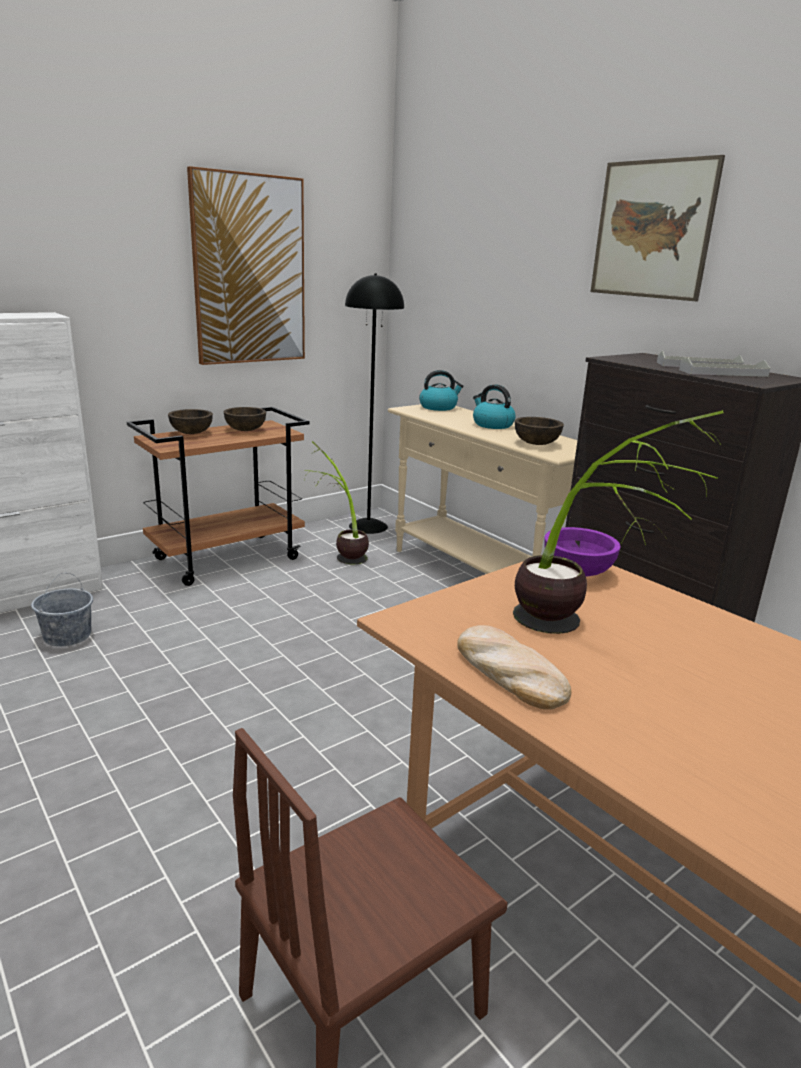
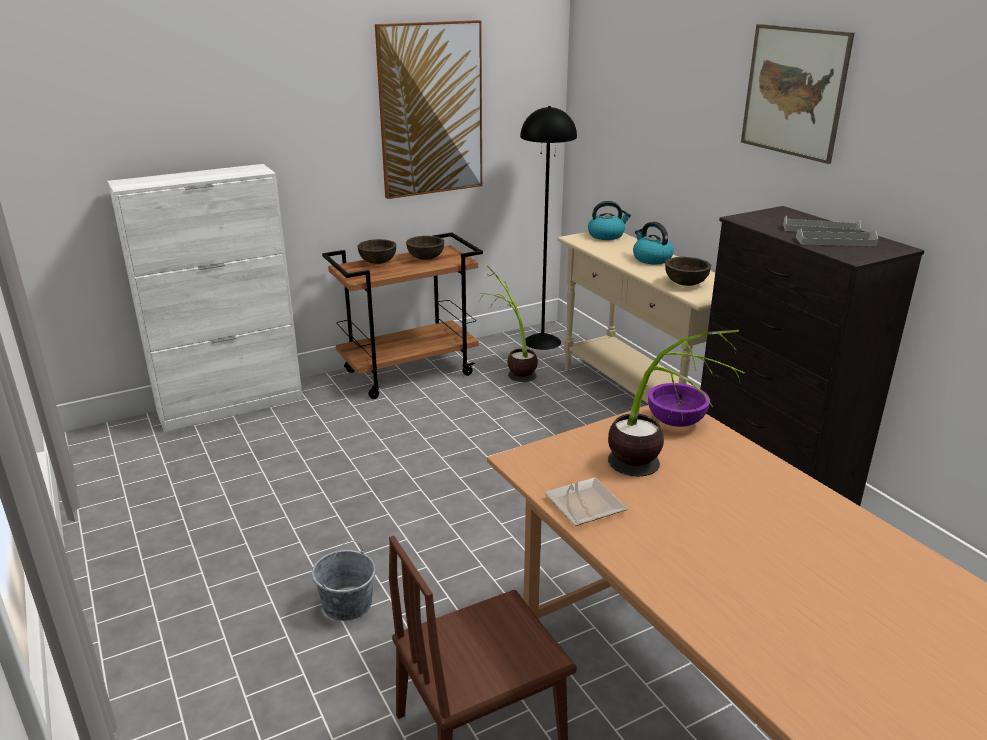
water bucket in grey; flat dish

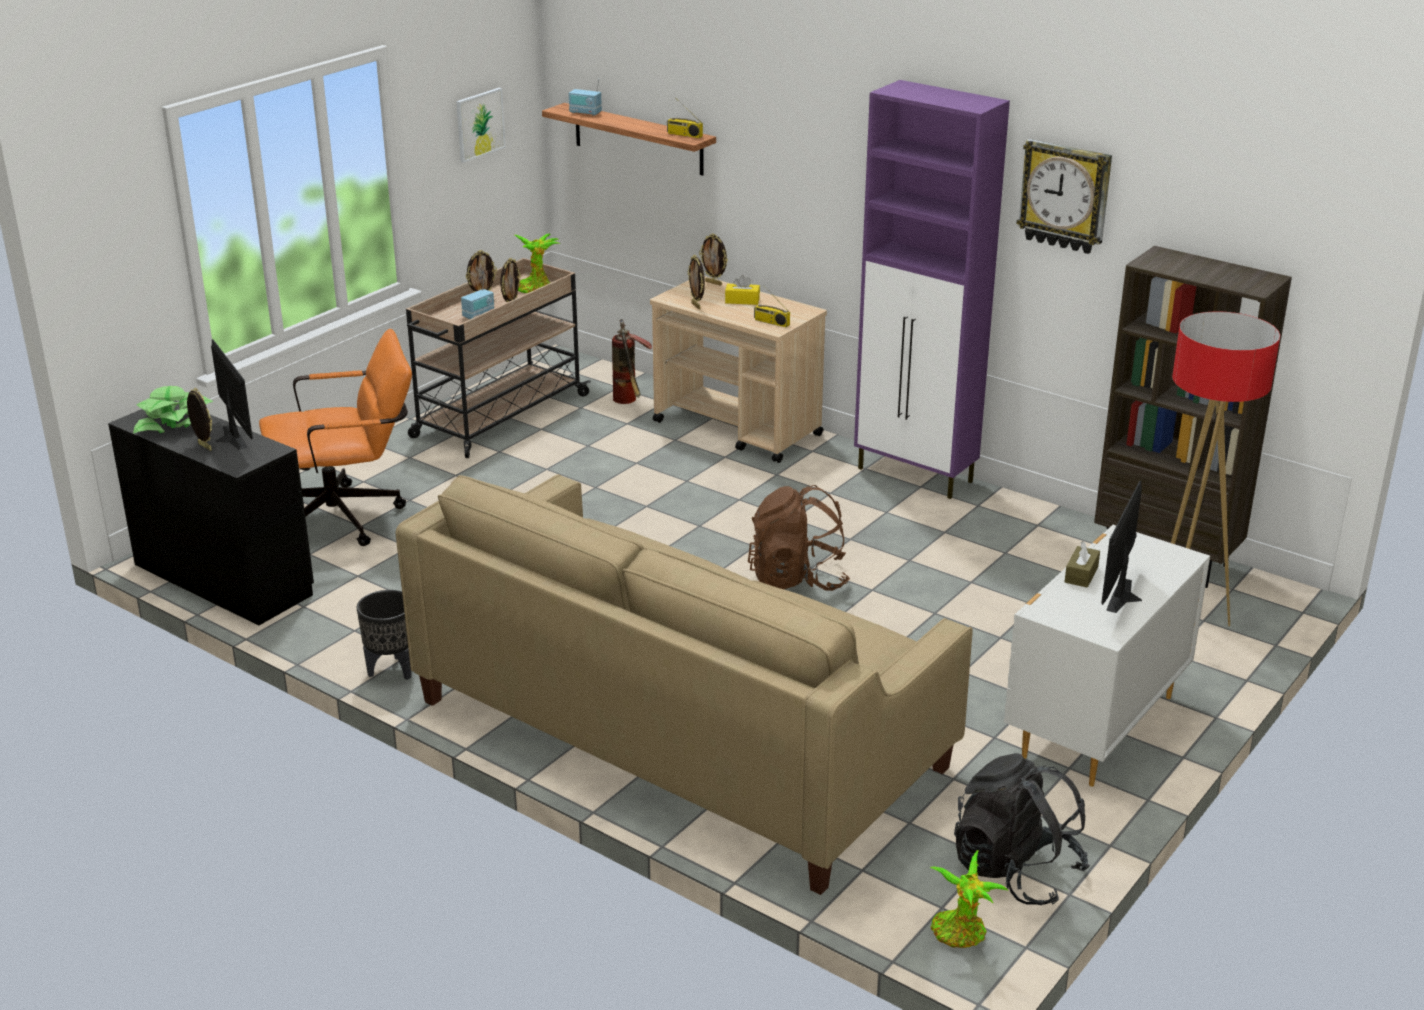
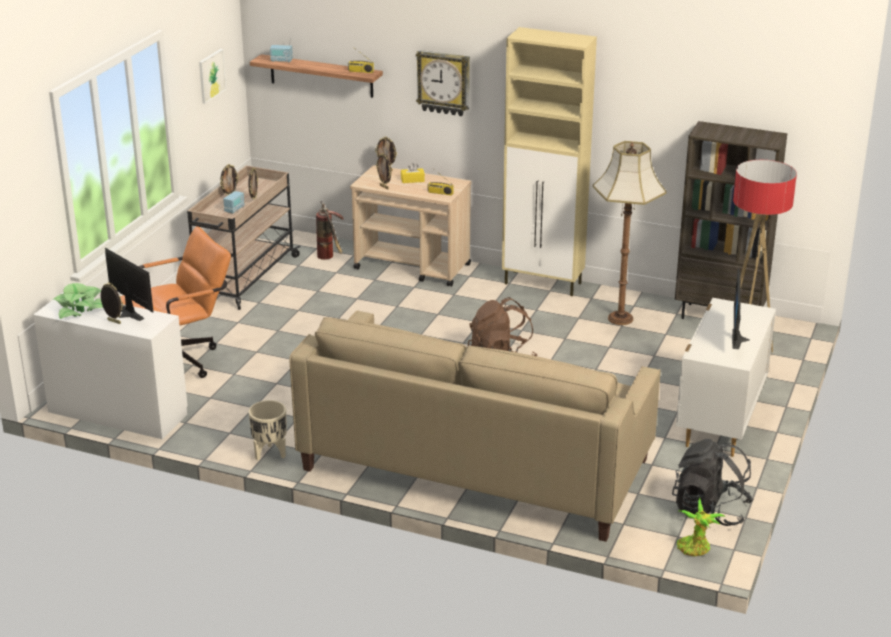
cupboard in beige; hanging clock; potted plant (no. 2 from left in the first image); desk in whitish; tissue box in brownish; planter in beige; standing lamp (no. 1 from left)

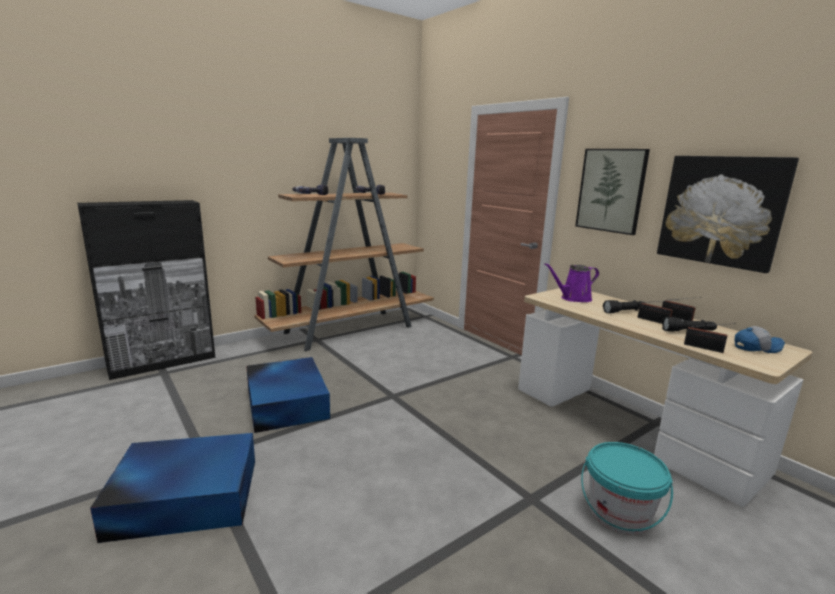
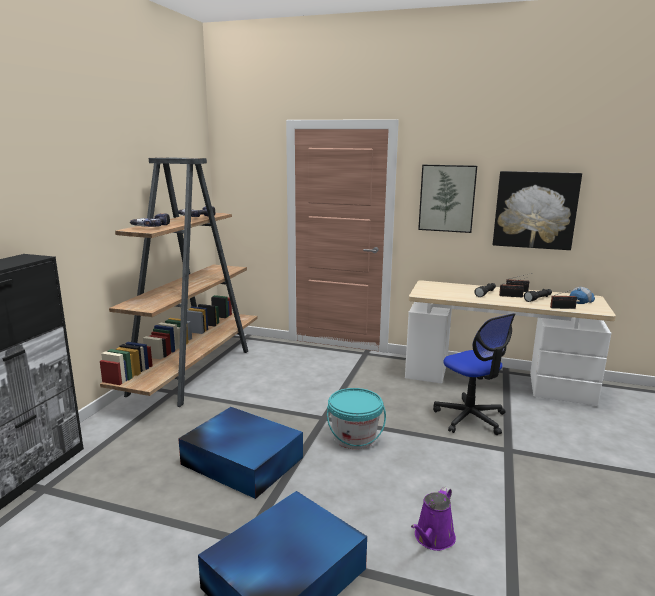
watering can in purple; water bucket in turquoise-coloured; office chair

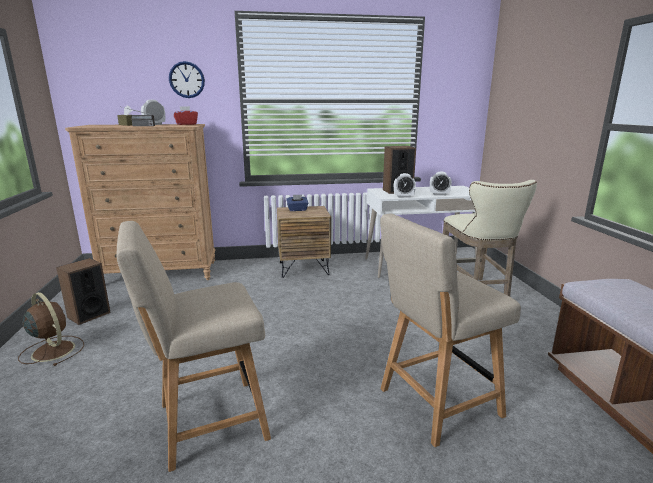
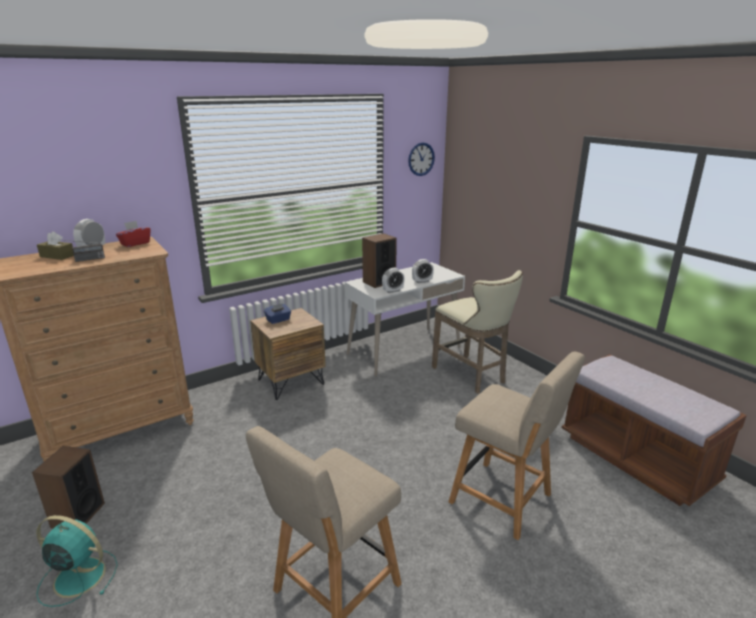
hanging clock; chair in beige (no. 2 from left); cooling fan in turquoise-coloured

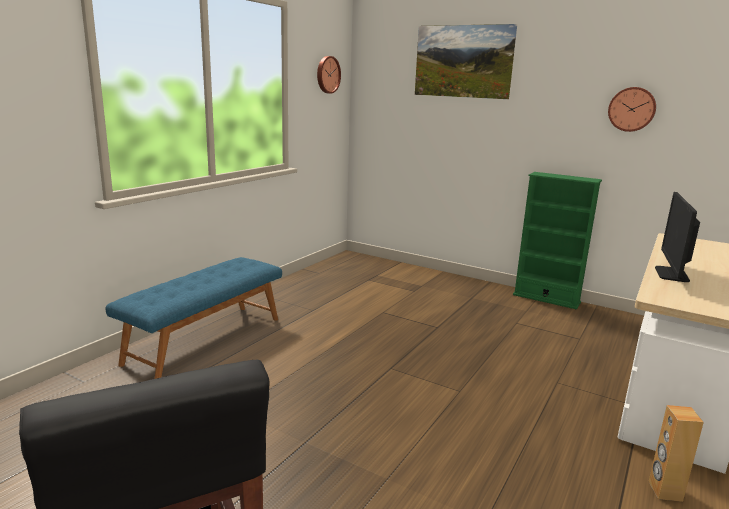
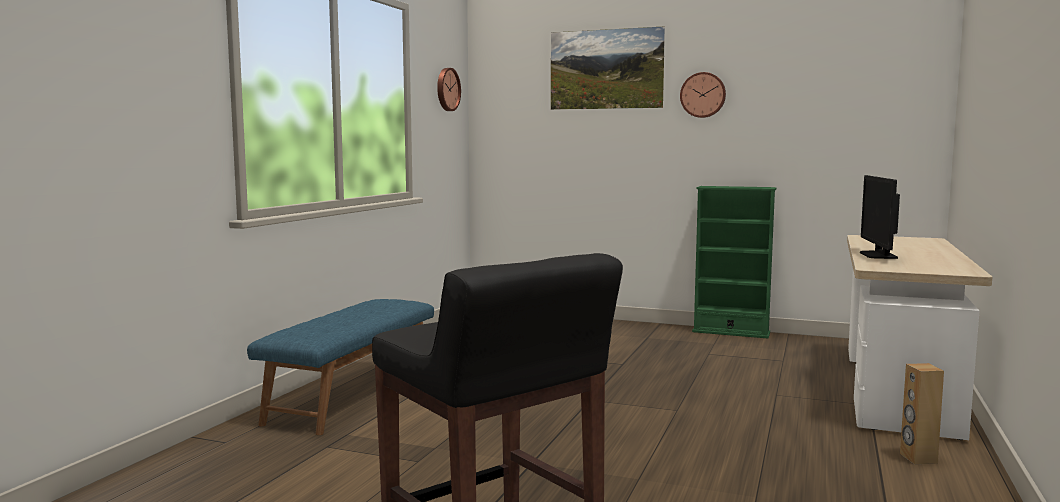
hanging clock (no. 2 from left)

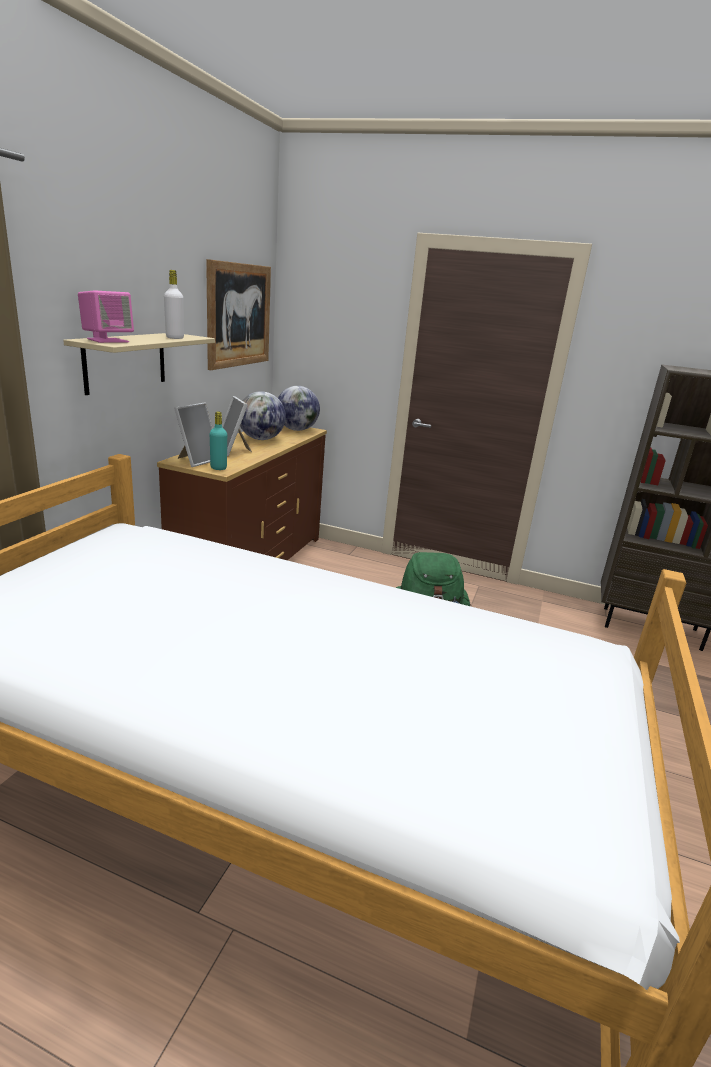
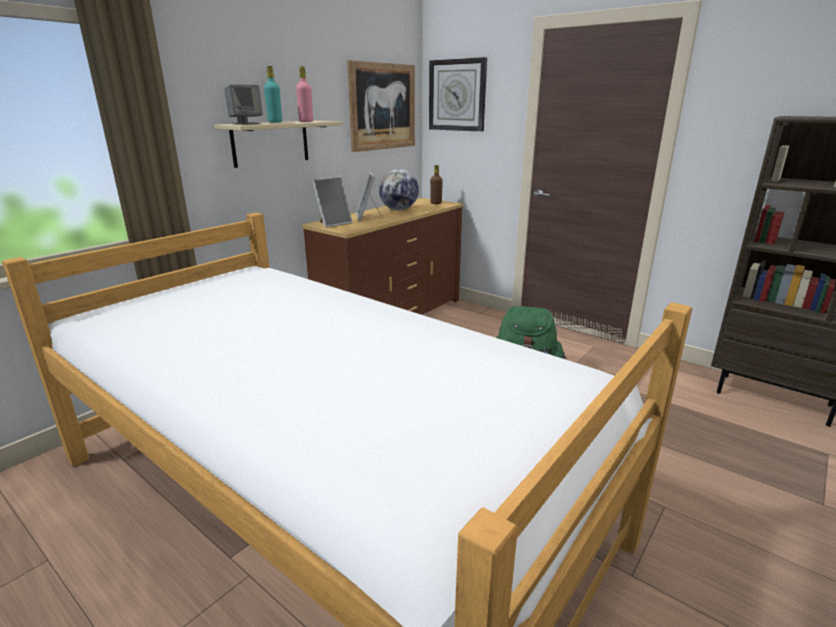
beverage bottle in pink; loudspeaker in grey; beverage bottle in brownish; beverage bottle in turquoise-coloured; hanging clock

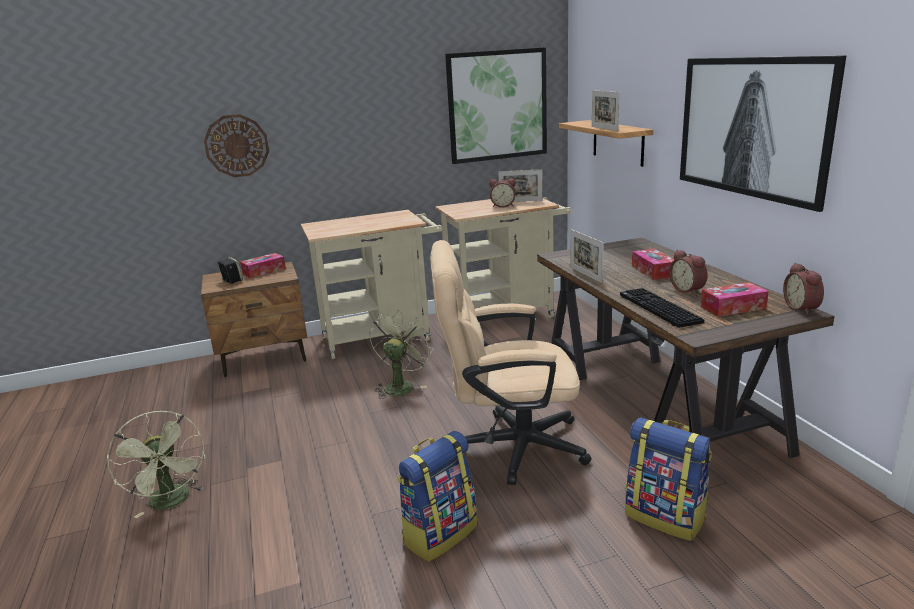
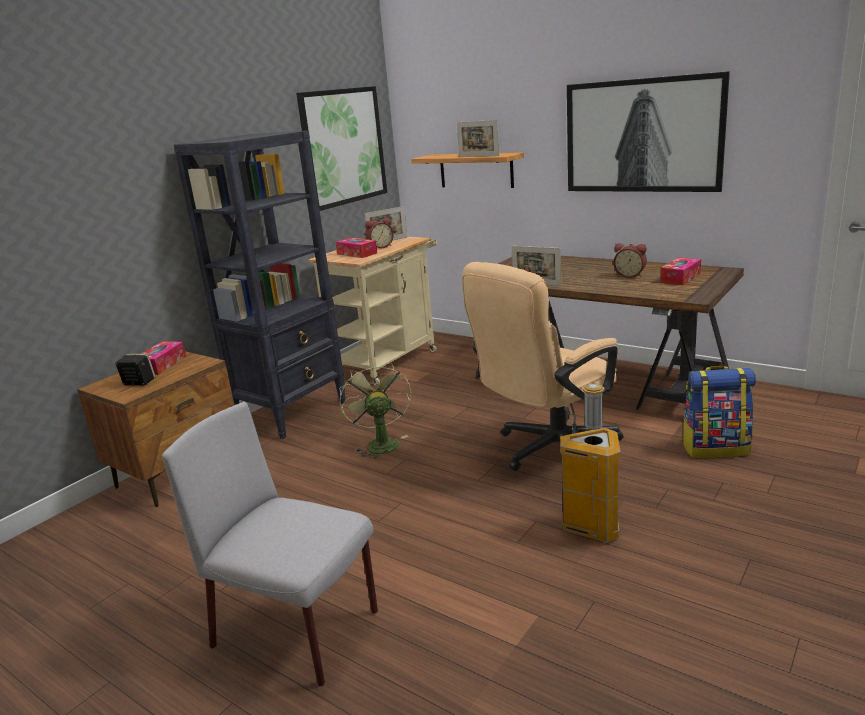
hanging clock; bookshelf in blackish; tissue box (no. 2 from left); alarm clock (no. 3 from left in the first image); PC keyboard; chair in grey; rubbish bin

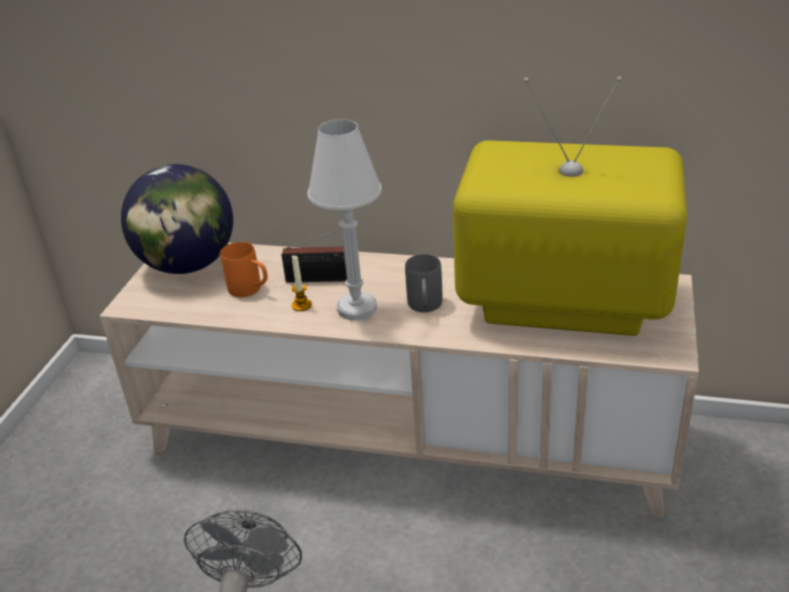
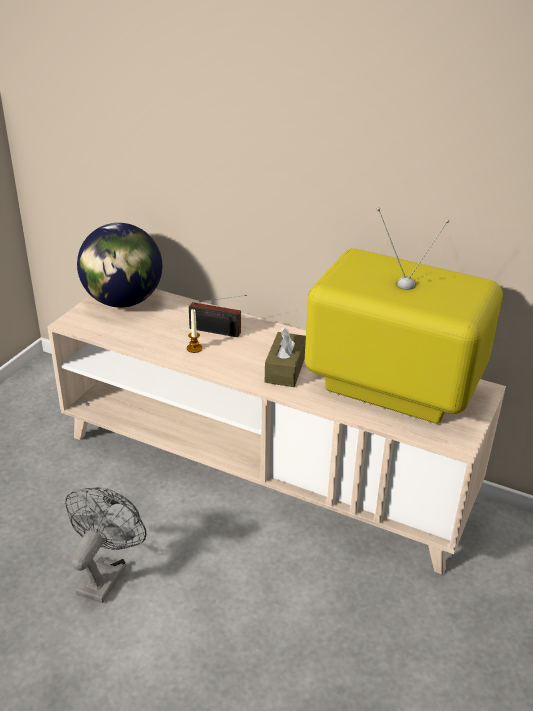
tabletop lamp in whitish; tea mug in orangey; tissue box in brownish

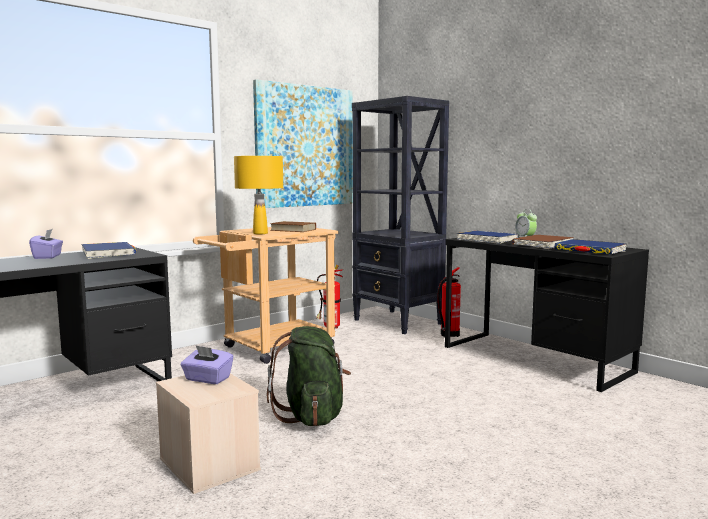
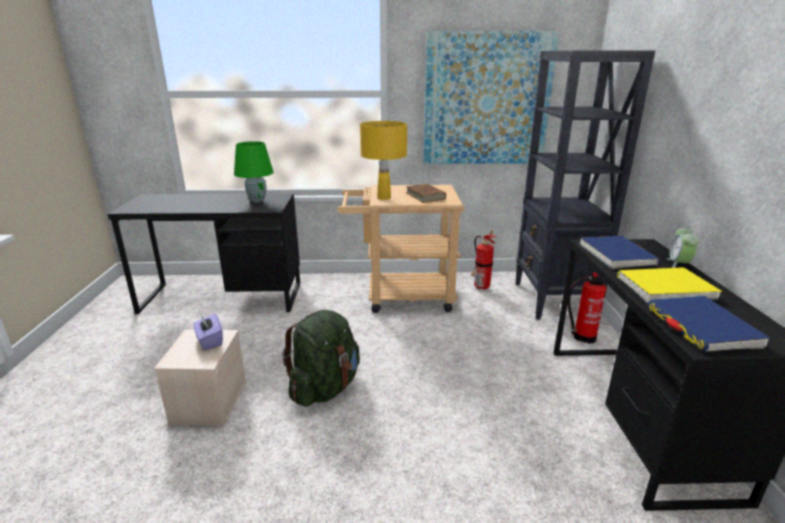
tissue box in purple (no. 1 from left in the first image); bound book in yellow; tabletop lamp in green-coloured

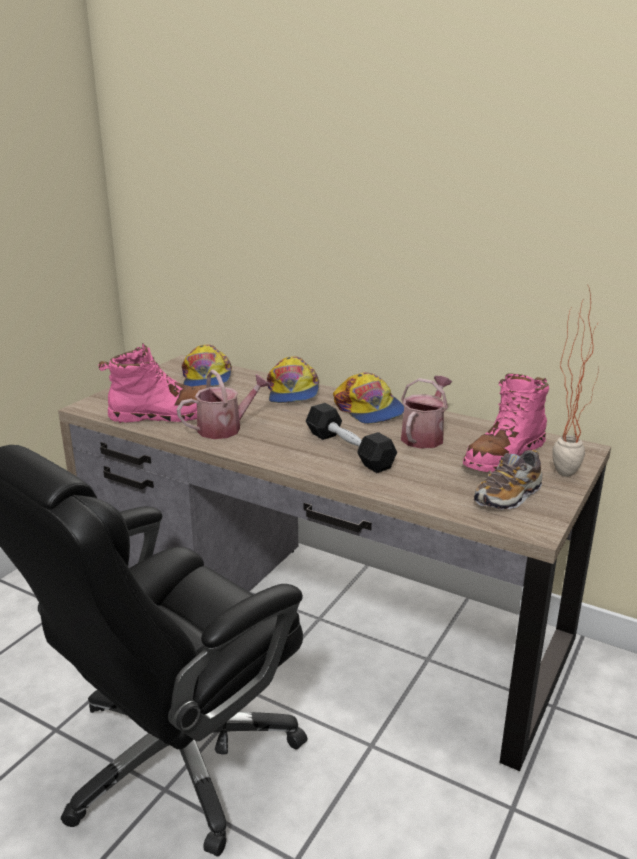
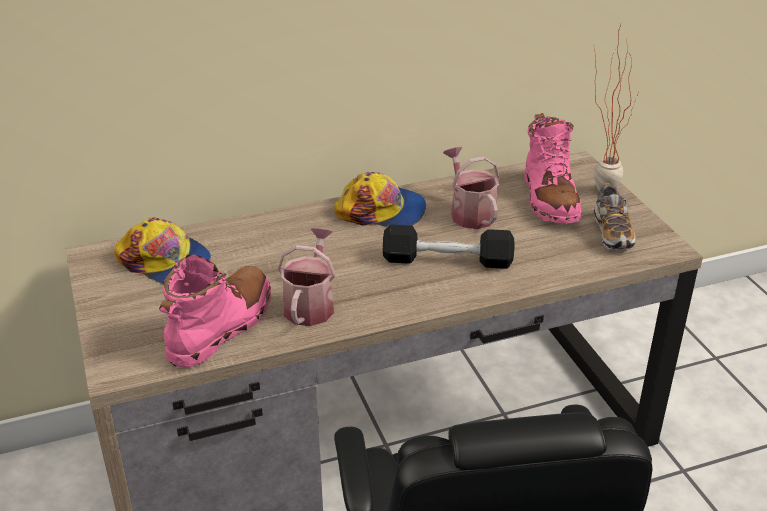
cap (no. 2 from left in the first image)

